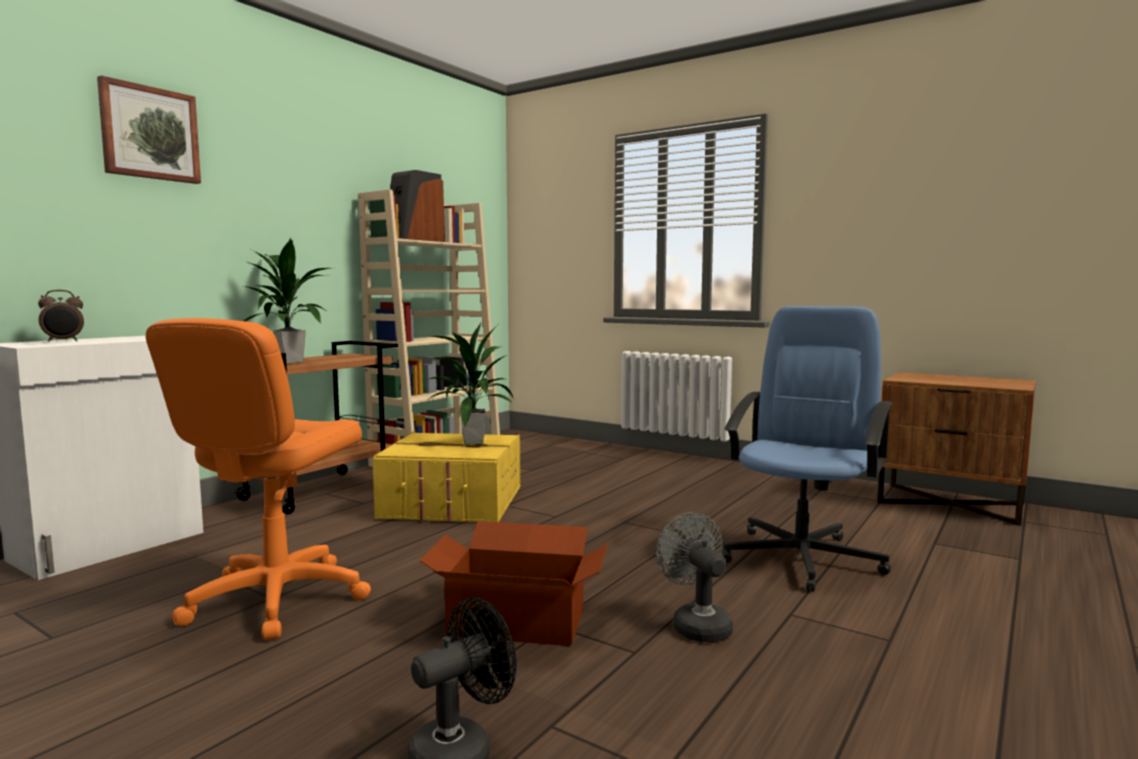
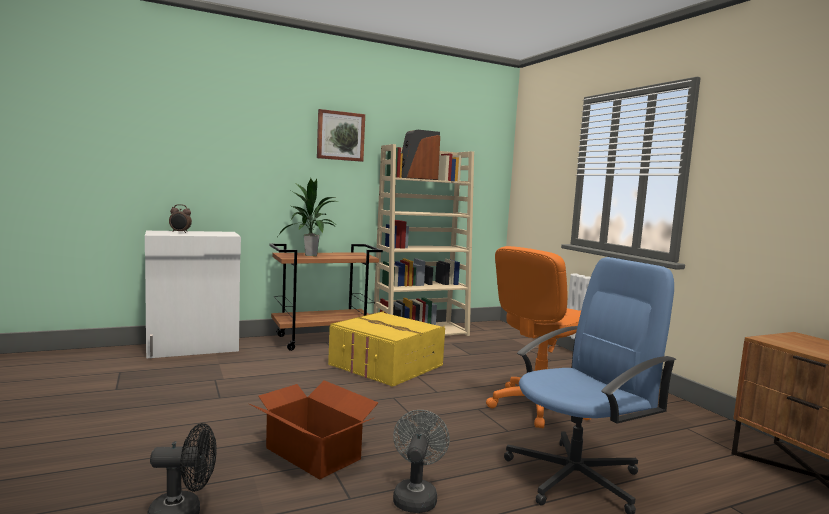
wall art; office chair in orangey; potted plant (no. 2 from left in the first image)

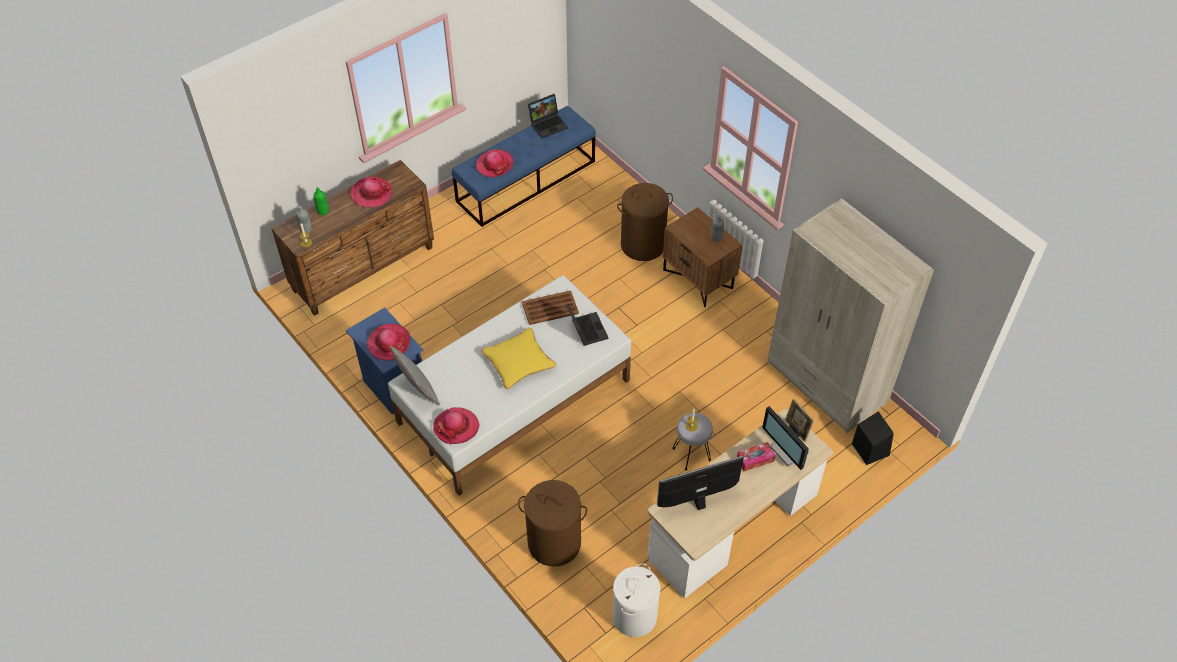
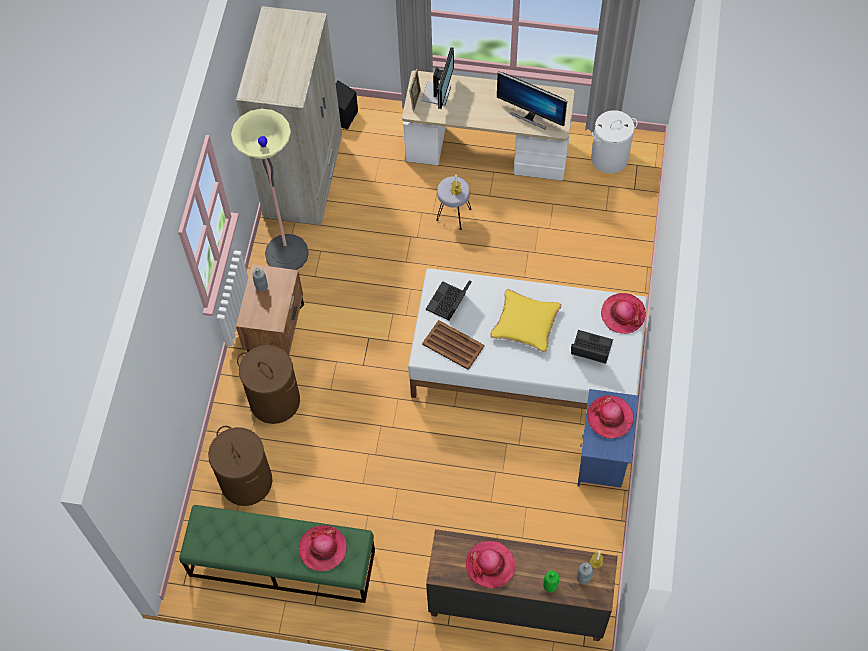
notebook computer (no. 2 from left); indoor bench in green-coloured; cushion in grey; tissue box; laundry basket in brownish (no. 1 from left); standing lamp

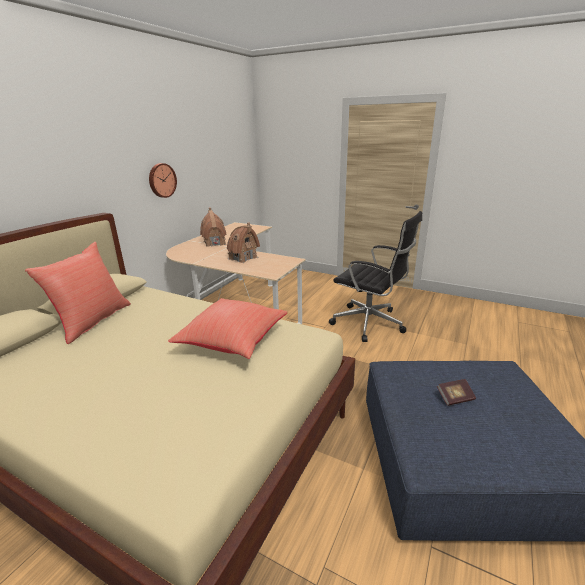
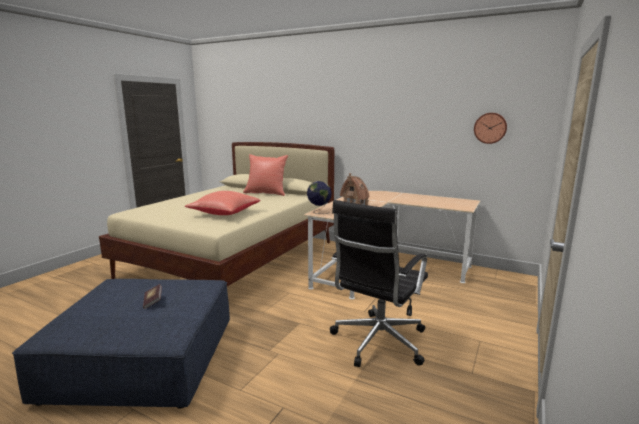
hanging clock; model house (no. 1 from left in the first image); desk globe

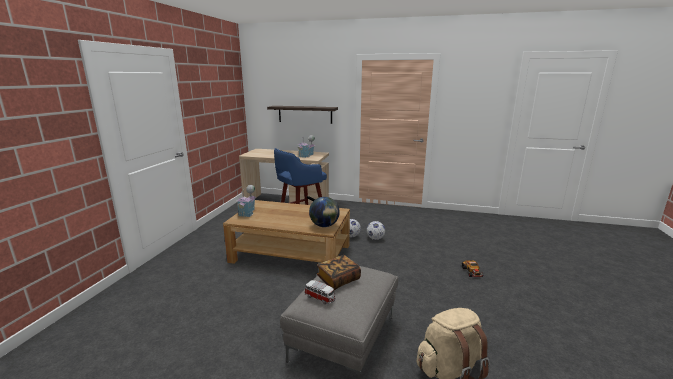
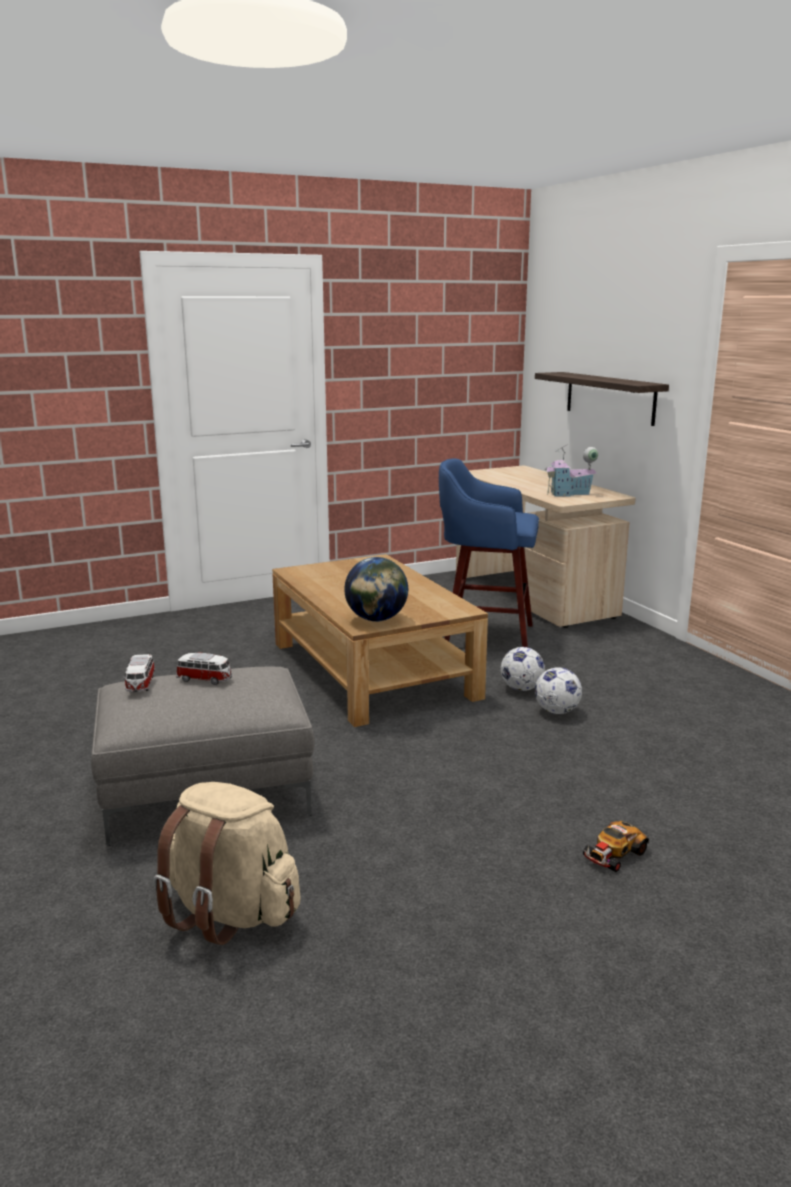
model house (no. 1 from left in the first image); model car (no. 2 from left)

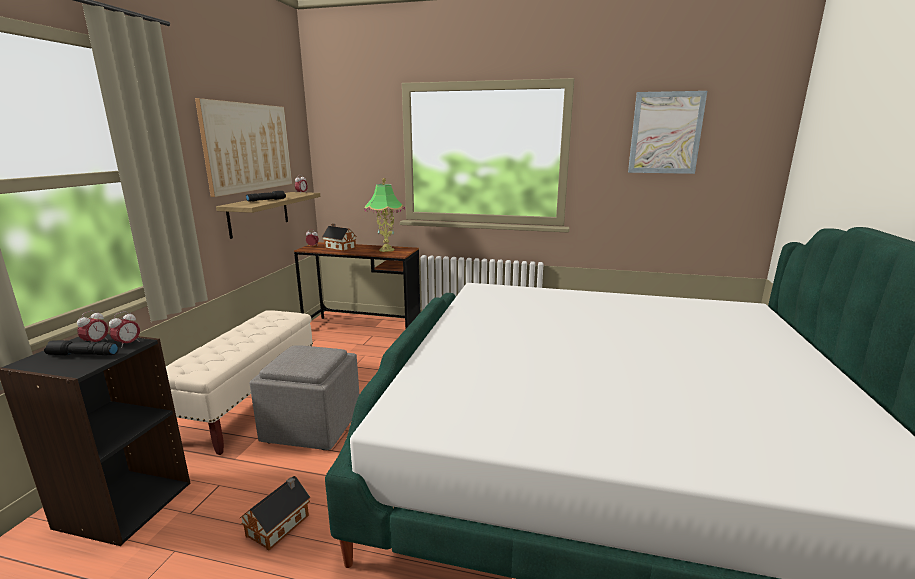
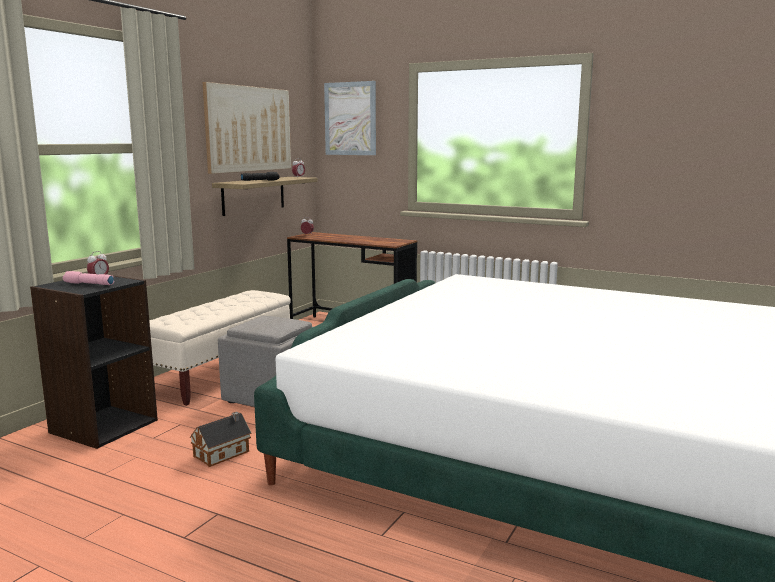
wall art (no. 2 from left); tabletop lamp; model house (no. 2 from left in the first image); alarm clock (no. 2 from left in the first image); torch in pink

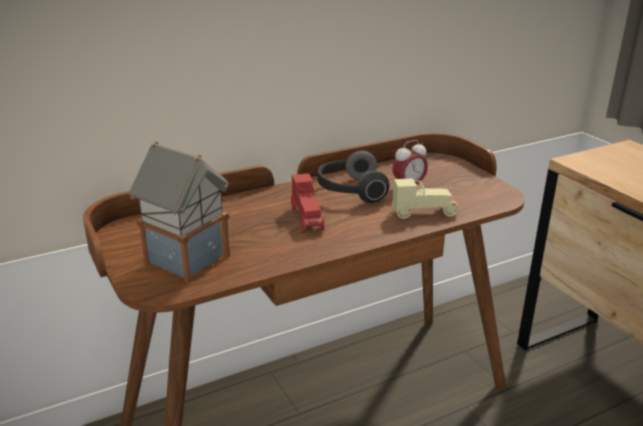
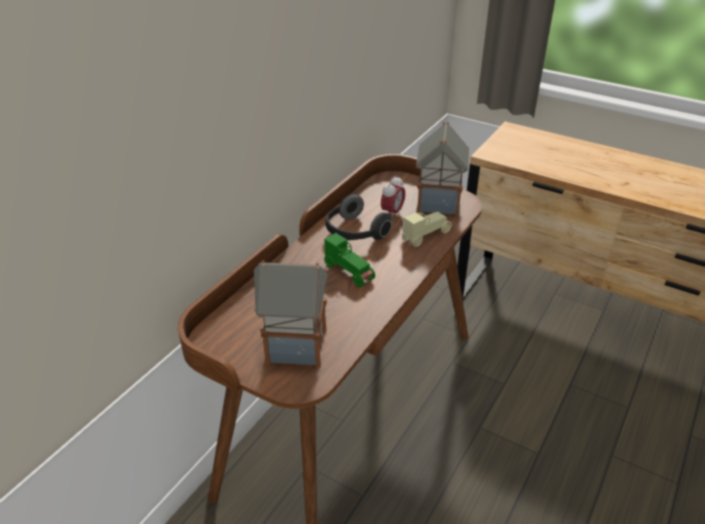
model car in green-coloured; model house (no. 2 from left)

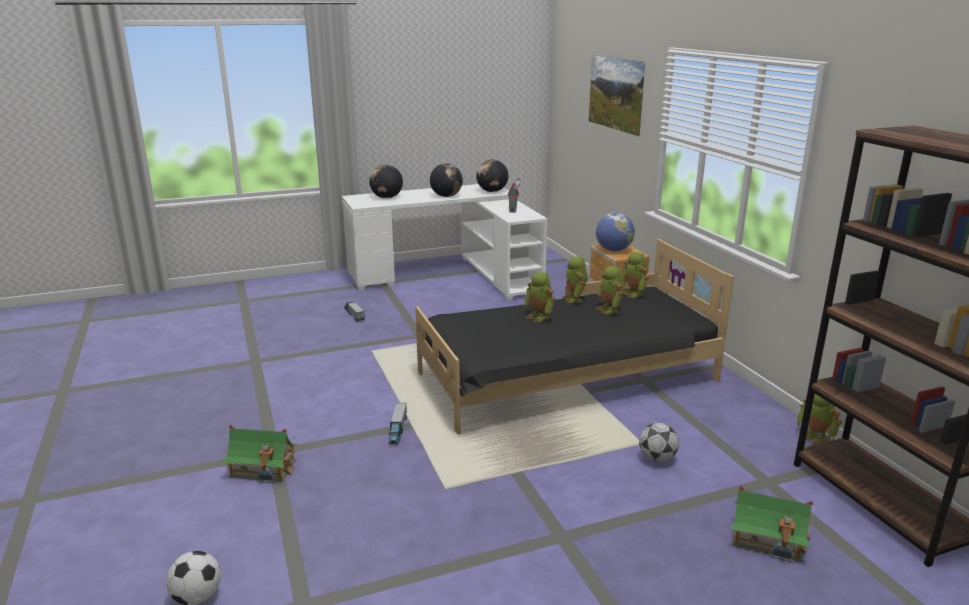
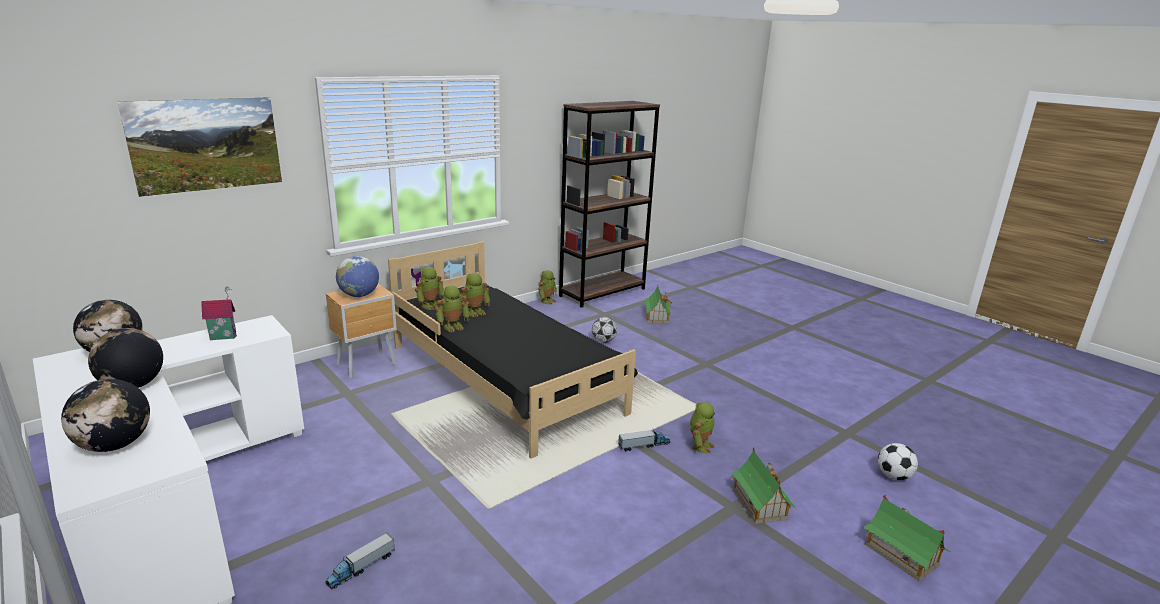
robot figure (no. 5 from left); model house (no. 4 from left)

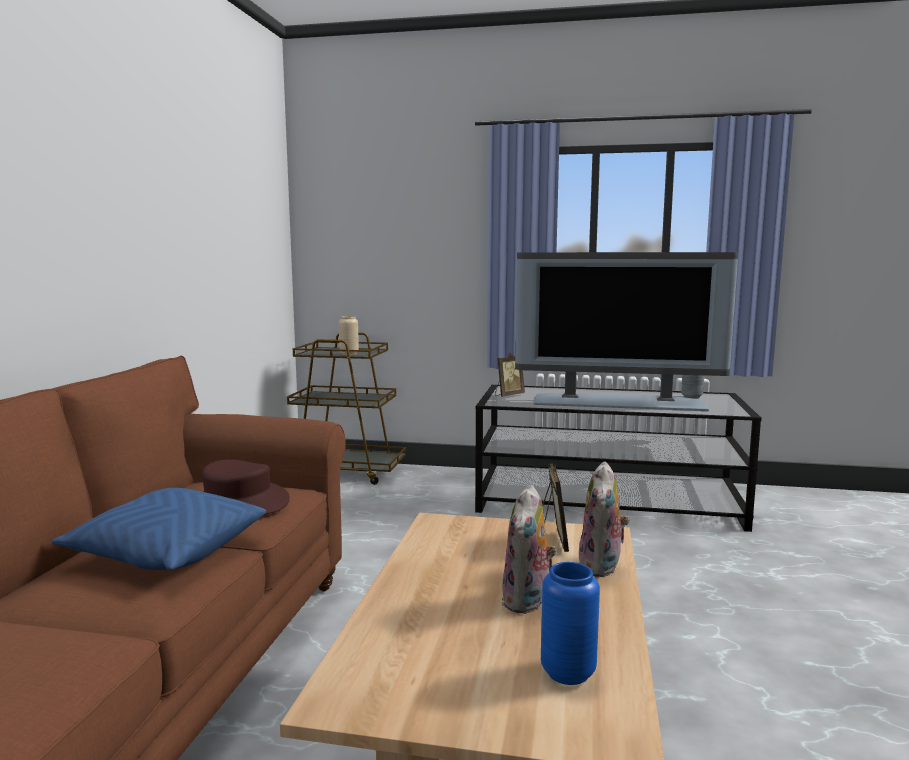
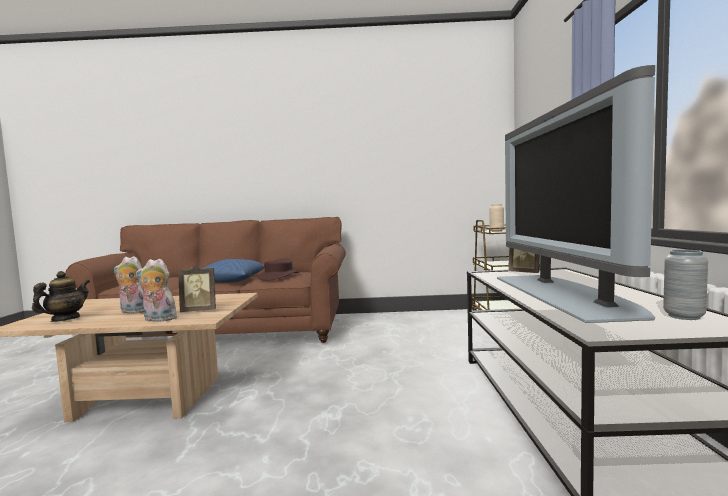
teapot

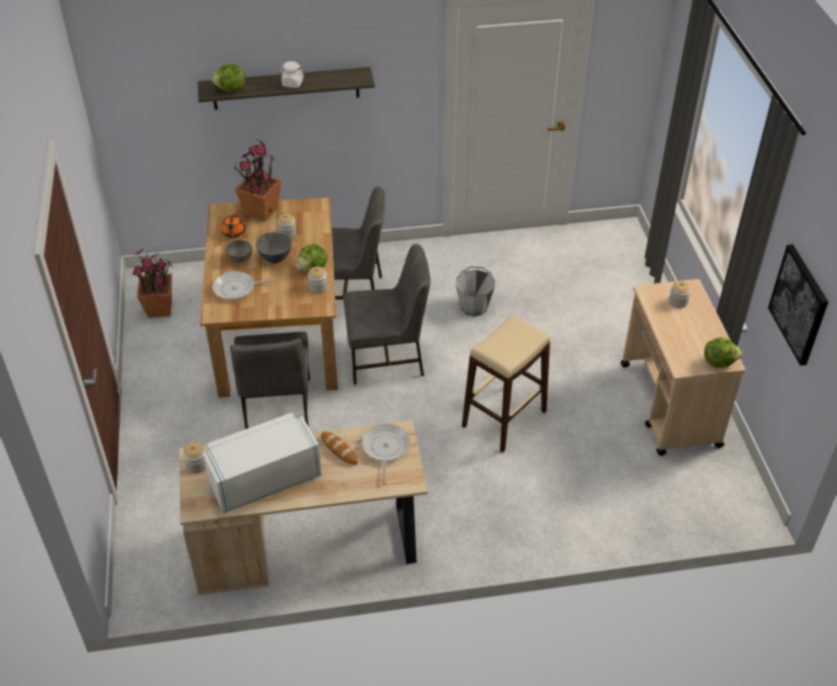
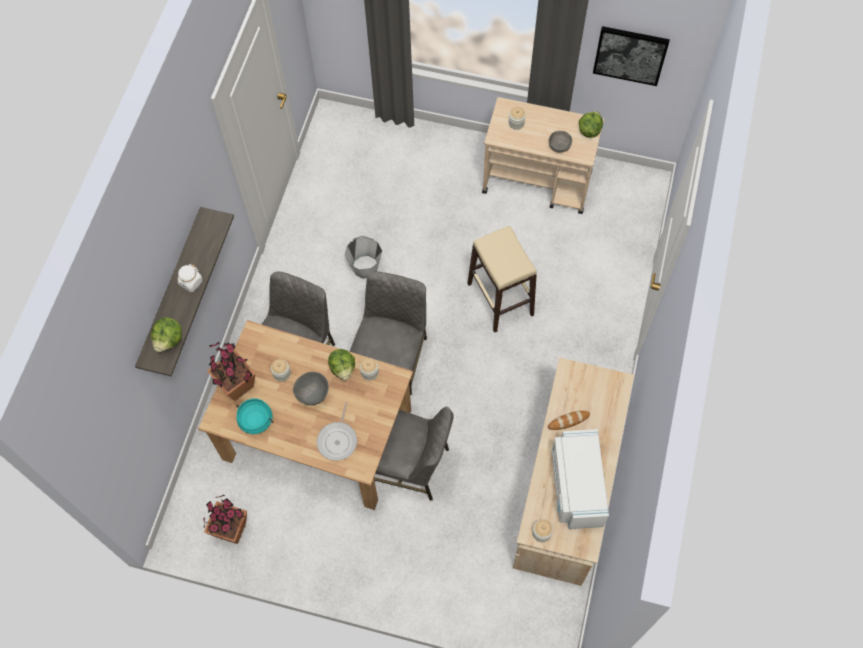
saucepot in turquoise-coloured; serving bowl in grey (no. 2 from left); frying pan (no. 2 from left in the first image)

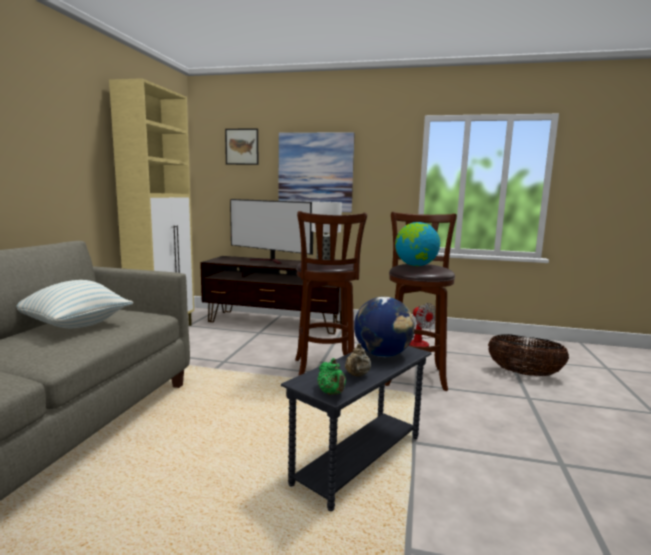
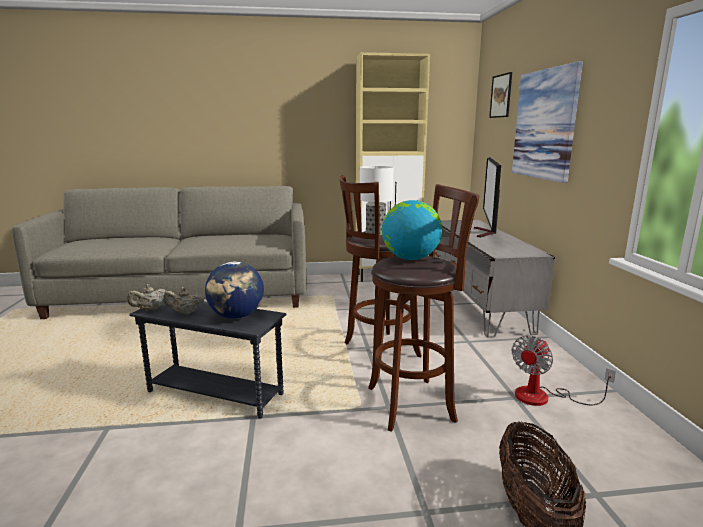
media console in grey; cushion; teapot in beige (no. 1 from left)

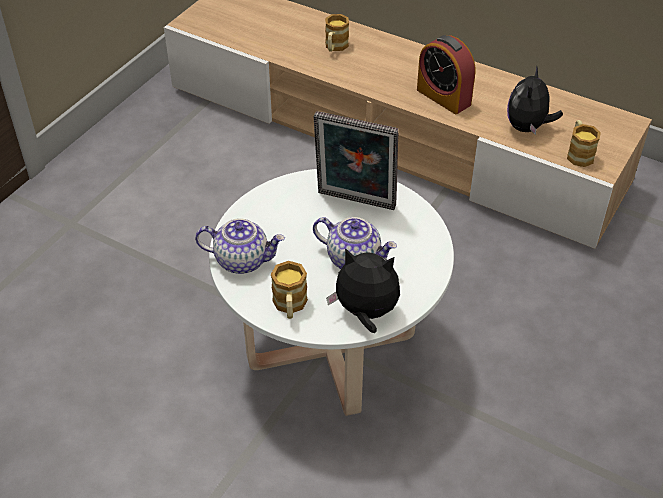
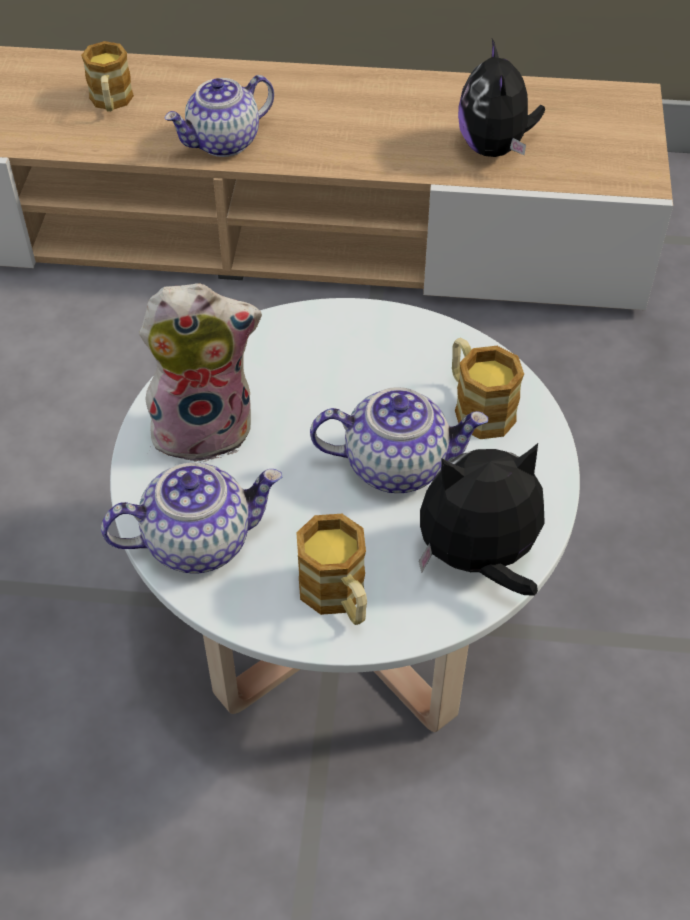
alarm clock; standing frame; tea mug (no. 3 from left); teapot (no. 2 from left); cuddly toy (no. 1 from left)

